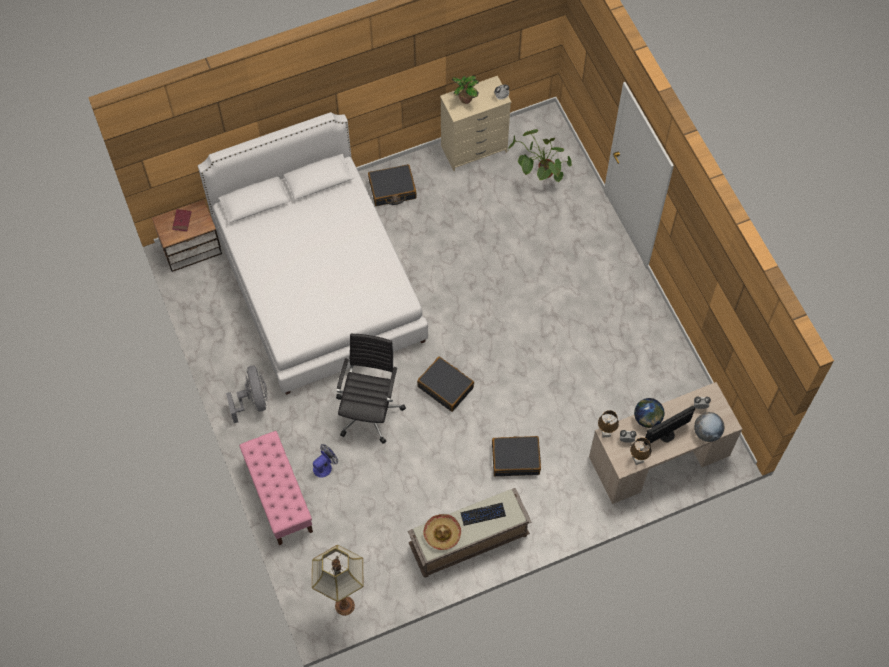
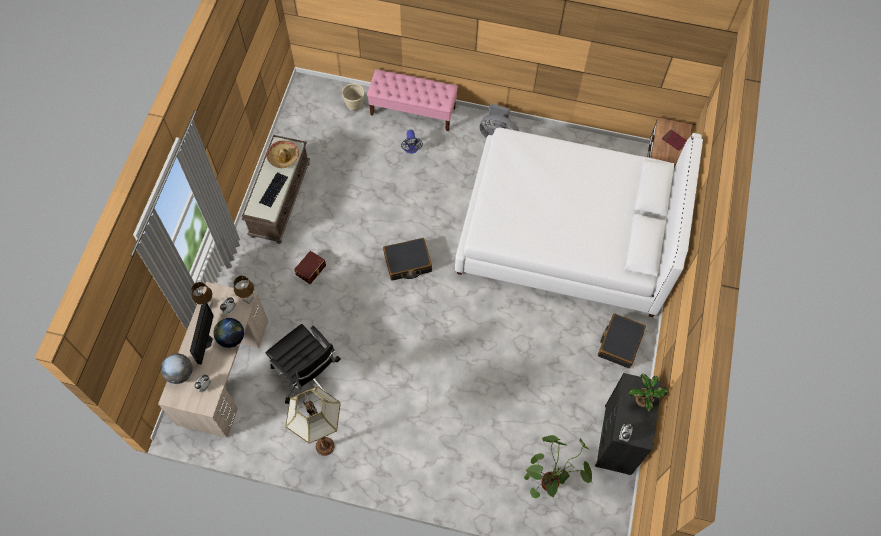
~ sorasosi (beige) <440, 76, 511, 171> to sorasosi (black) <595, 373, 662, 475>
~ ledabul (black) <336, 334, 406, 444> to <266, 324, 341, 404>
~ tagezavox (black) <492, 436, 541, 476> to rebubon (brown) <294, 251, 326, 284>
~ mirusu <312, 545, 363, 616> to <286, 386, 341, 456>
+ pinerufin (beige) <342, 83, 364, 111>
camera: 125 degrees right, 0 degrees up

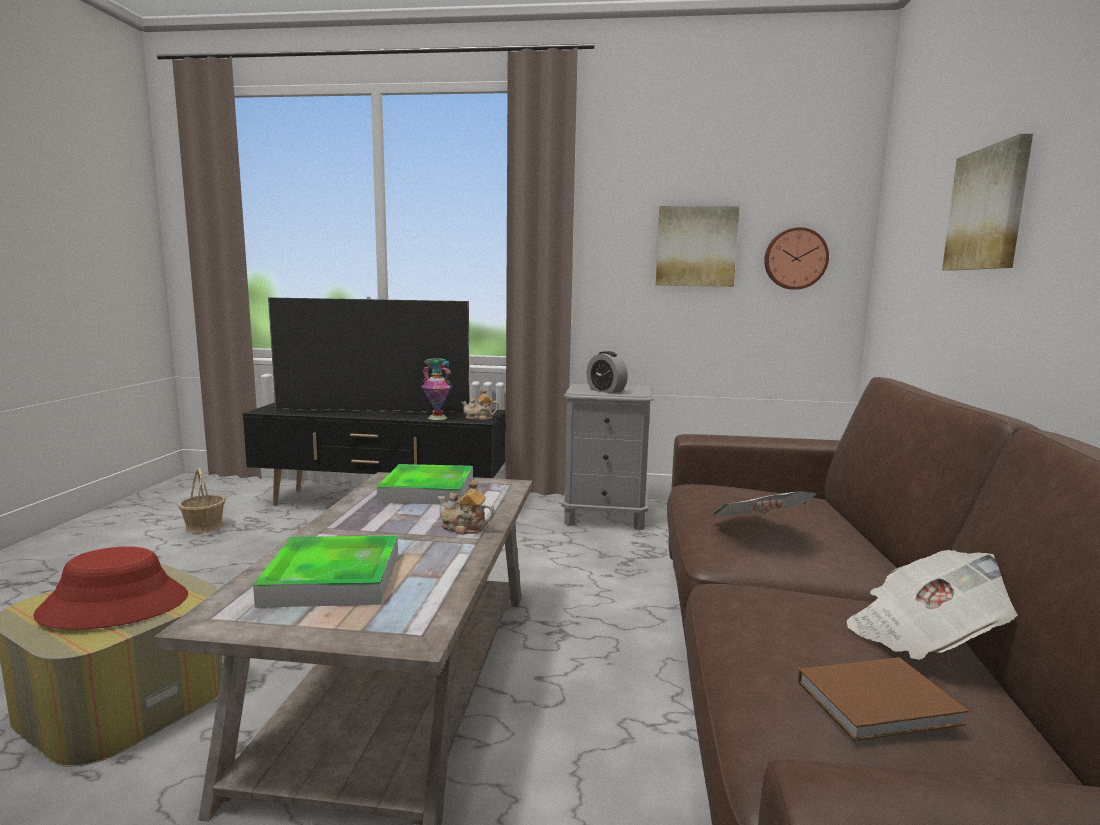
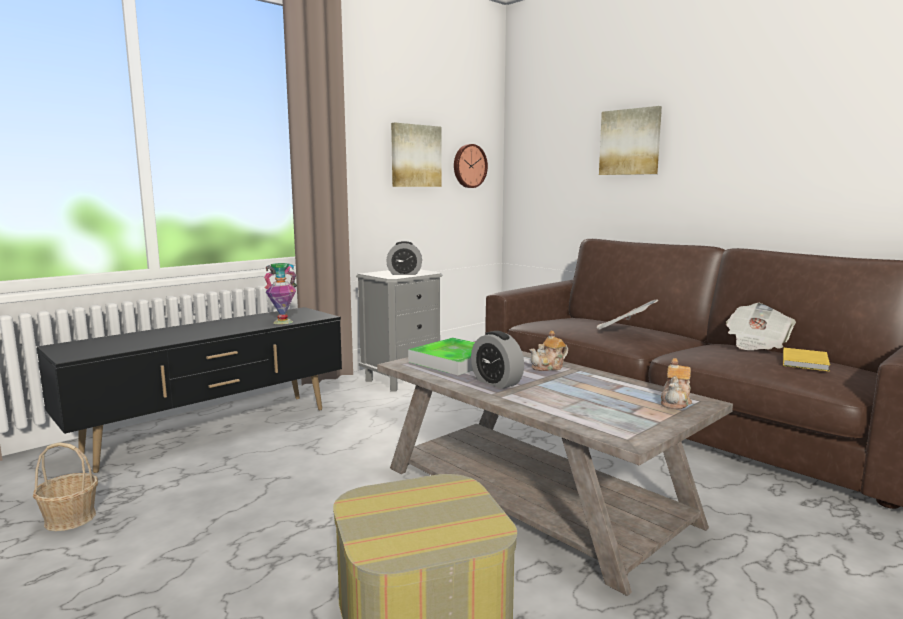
- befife <268, 297, 470, 413>
~ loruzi <461, 389, 499, 420> to <661, 358, 692, 409>
- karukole <253, 535, 398, 608>
- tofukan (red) <33, 546, 188, 630>
~ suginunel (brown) <798, 657, 969, 741> to suginunel (yellow) <783, 348, 830, 371>
+ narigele <471, 331, 524, 389>
camera: 50 degrees left, 0 degrees up

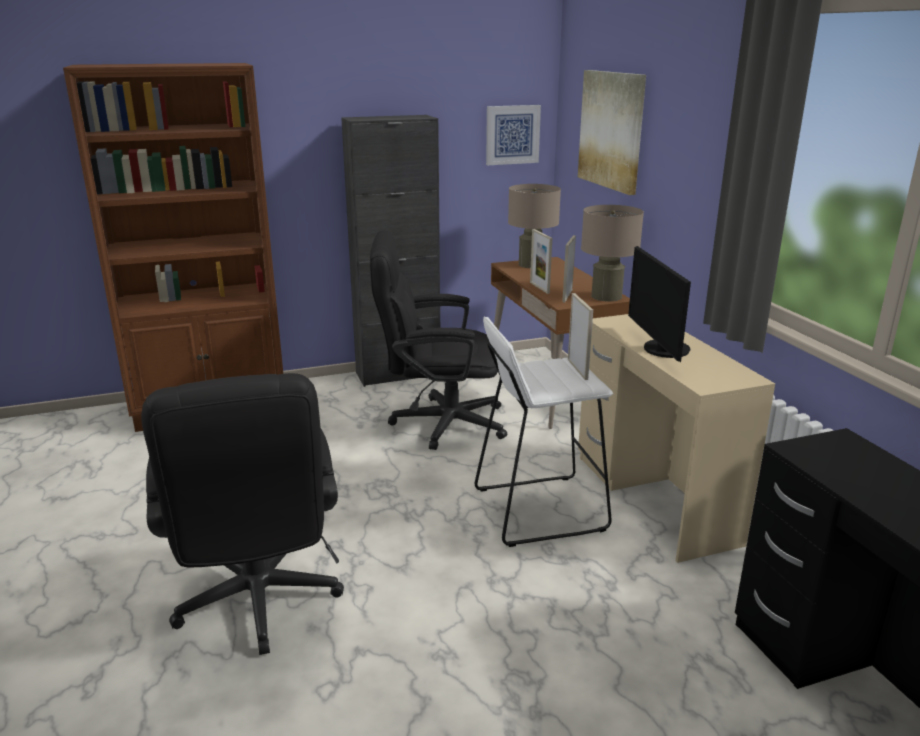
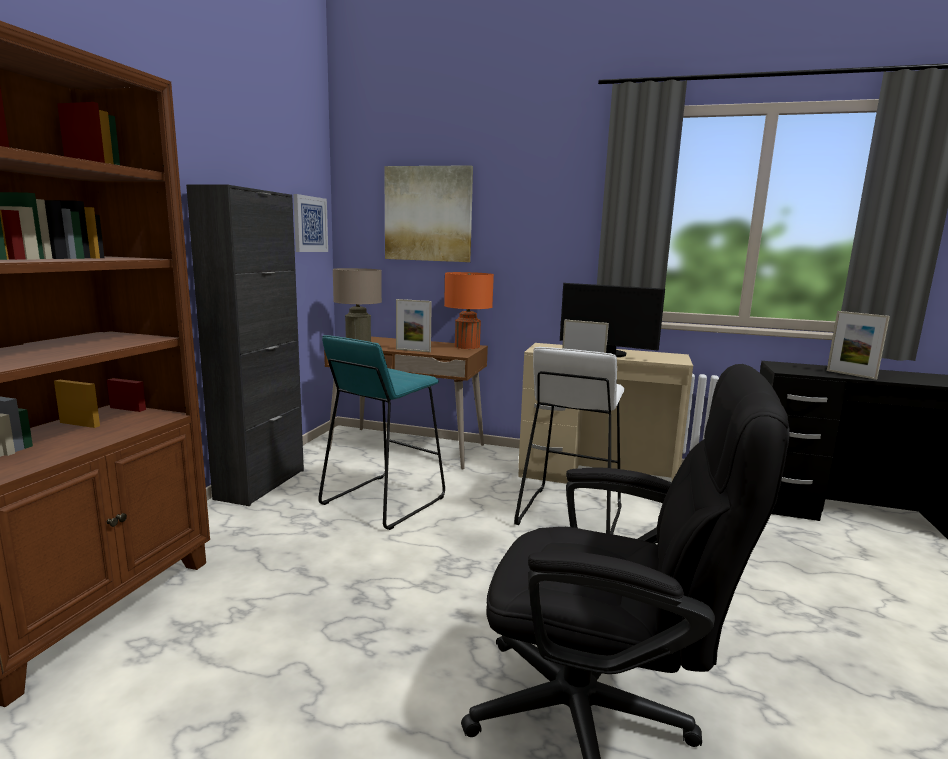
~ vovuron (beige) <581, 205, 644, 302> to vovuron (orange) <444, 272, 494, 349>
~ ledabul (black) <370, 230, 507, 450> to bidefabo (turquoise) <318, 335, 445, 530>
~ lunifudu <562, 235, 576, 303> to <827, 311, 890, 379>
camera: 55 degrees left, 10 degrees down

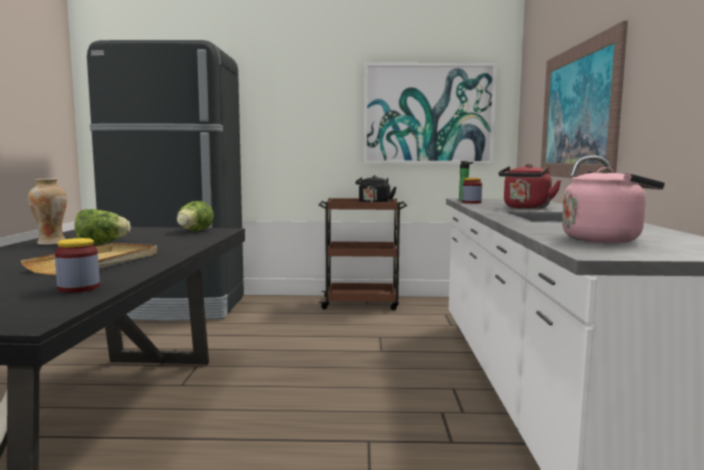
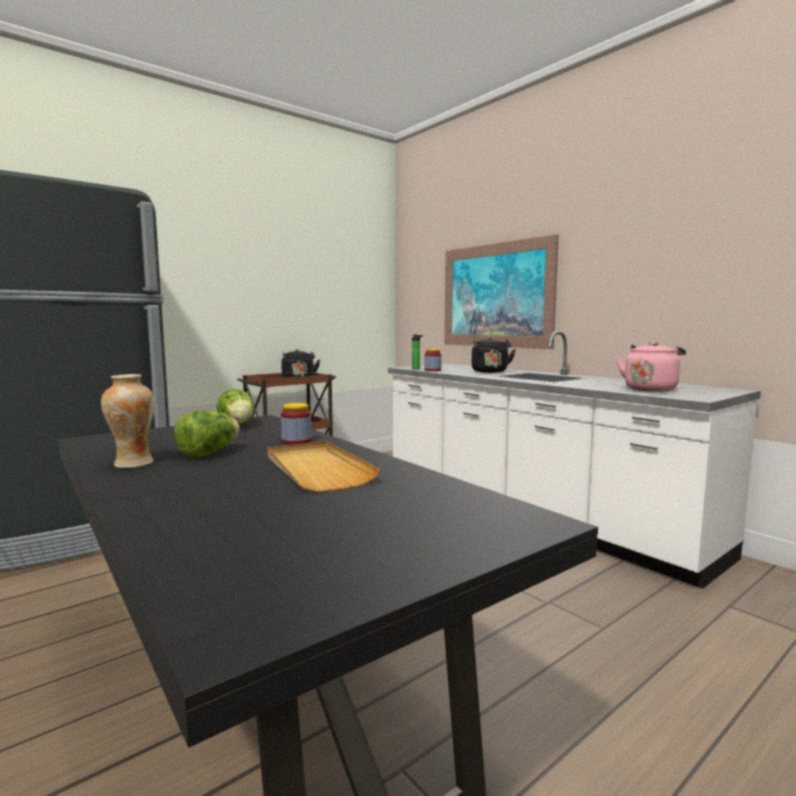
- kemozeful <364, 63, 497, 164>
~ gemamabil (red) <499, 164, 561, 209> to gemamabil (black) <472, 337, 516, 373>
~ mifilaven <55, 238, 100, 293> to <281, 403, 311, 445>
camera: 40 degrees left, 0 degrees up

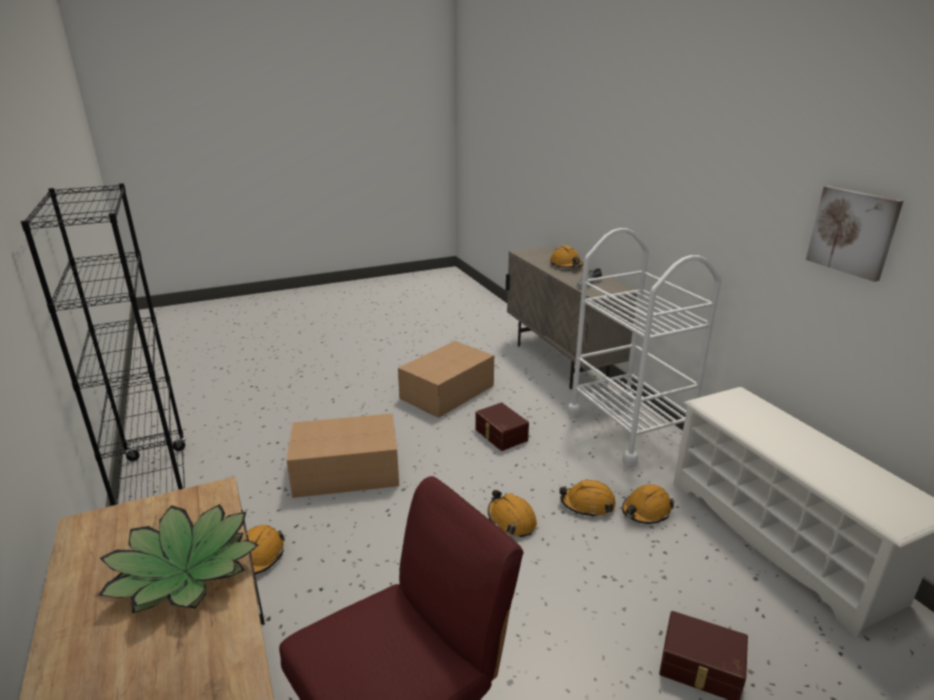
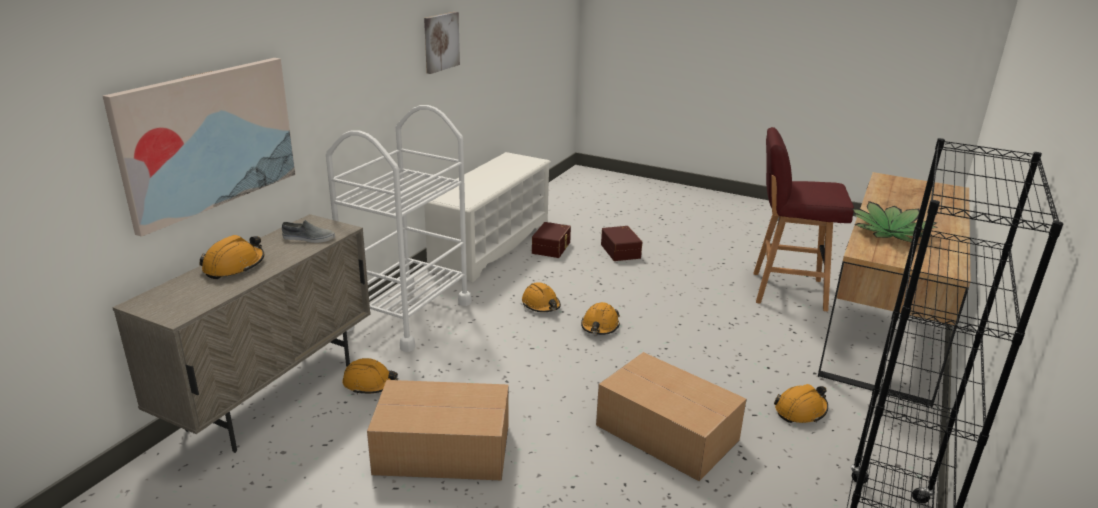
~ rebubon (brown) <475, 402, 529, 451> to <532, 222, 571, 258>
~ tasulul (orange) <622, 484, 674, 524> to <343, 358, 398, 394>
+ kemozeful <103, 58, 296, 237>
camera: 130 degrees left, 0 degrees up

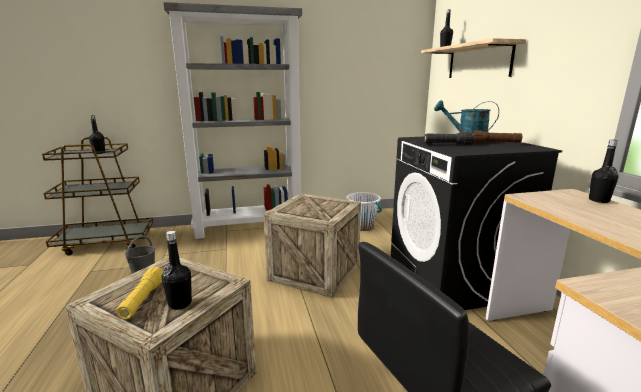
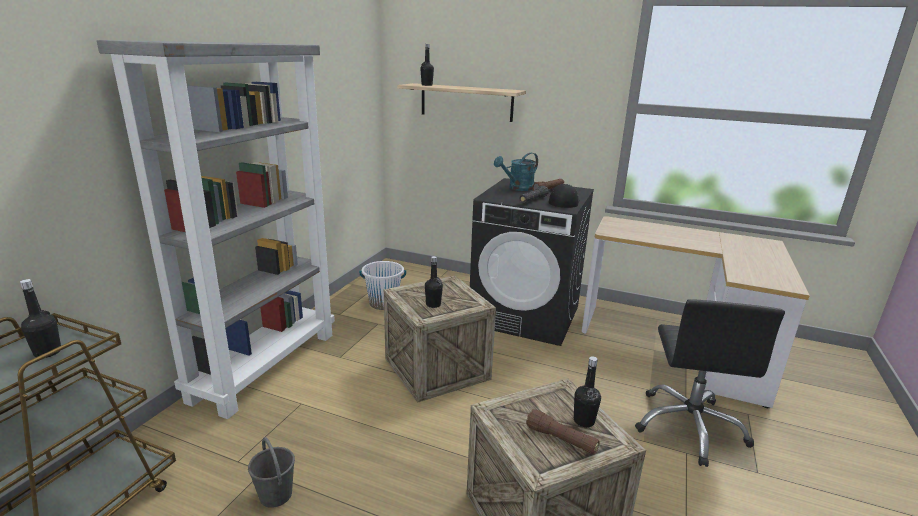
~ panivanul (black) <589, 139, 618, 203> to <425, 256, 443, 308>
~ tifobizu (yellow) <116, 267, 163, 319> to tifobizu (brown) <526, 409, 600, 454>
+ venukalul <549, 184, 580, 208>
camera: 55 degrees left, 5 degrees up

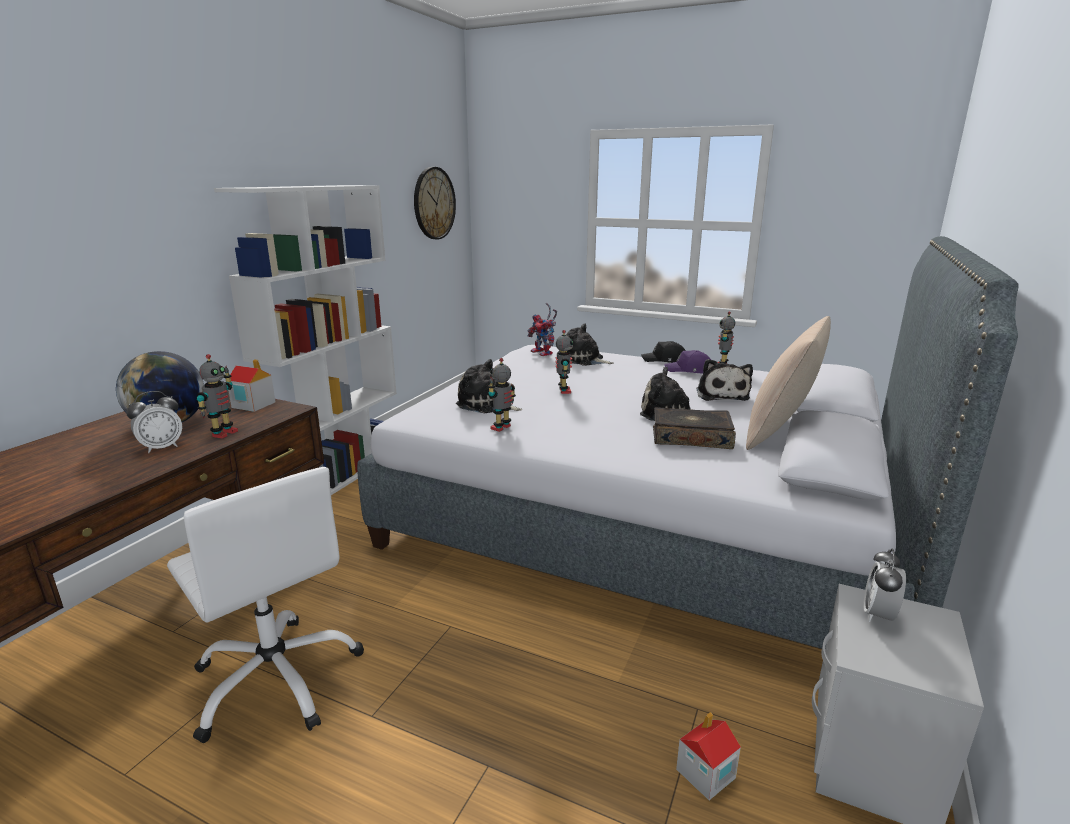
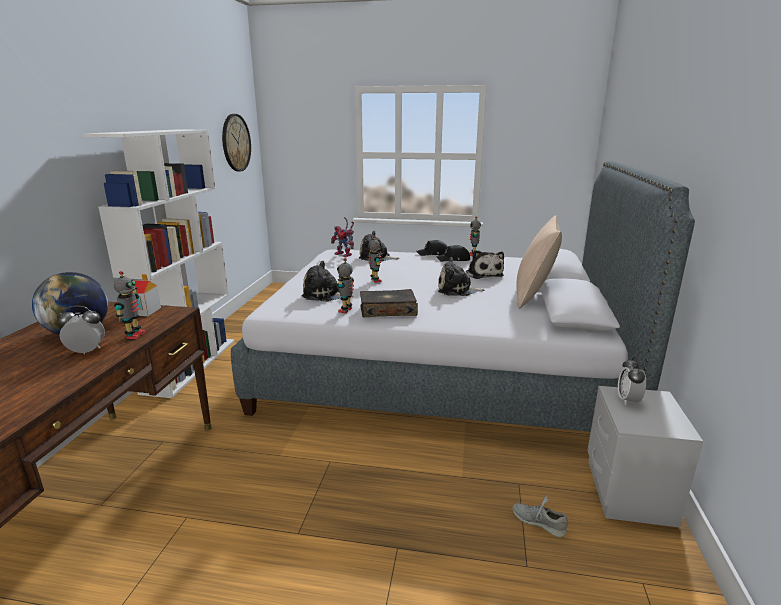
~ venukalul (purple) <664, 350, 711, 373> to venukalul (black) <436, 245, 470, 262>
~ narigele <126, 391, 182, 453> = <58, 306, 105, 354> 135 degrees counterclockwise
~ suginunel <653, 407, 736, 449> to <360, 289, 418, 317>
- ledabul (white) <167, 467, 364, 743>
~ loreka <676, 712, 741, 800> to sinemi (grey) <512, 494, 568, 538>
camera: 15 degrees left, 0 degrees up

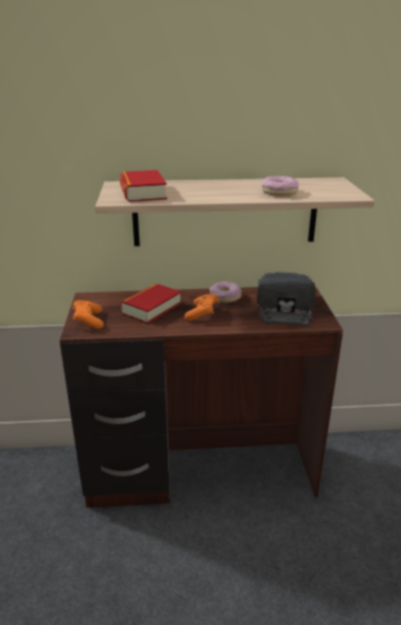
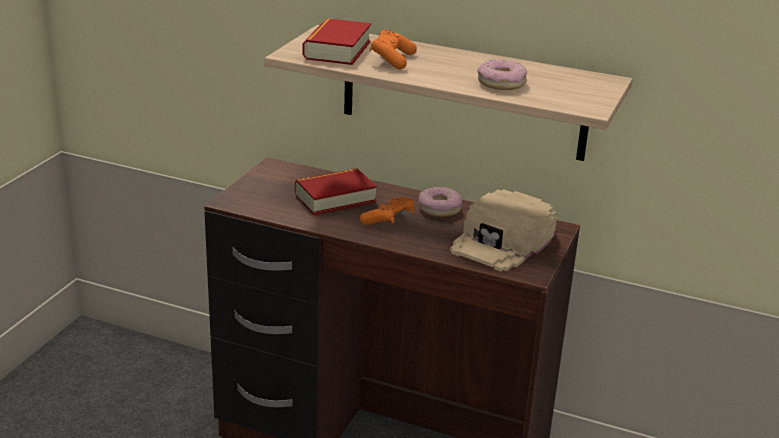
~ venukalul (black) <257, 272, 316, 327> to venukalul (beige) <450, 189, 557, 272>
~ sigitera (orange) <73, 300, 104, 329> to <370, 30, 417, 69>
camera: 25 degrees right, 0 degrees up

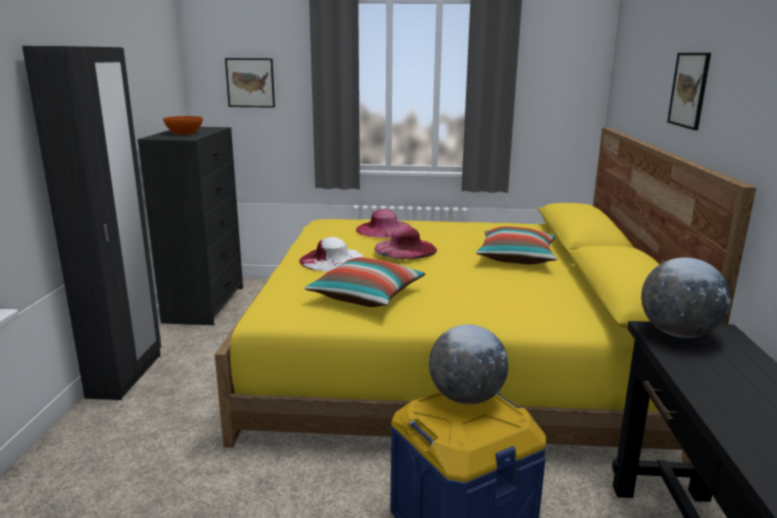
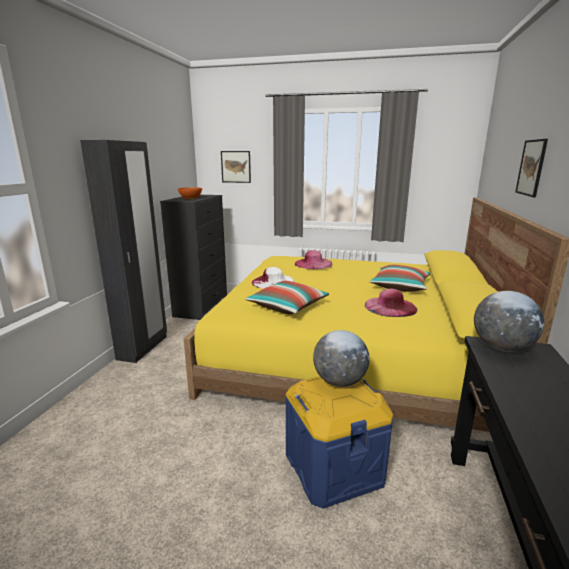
~ tofukan (pink) <375, 227, 437, 259> to <365, 288, 418, 317>
camera: 10 degrees right, 0 degrees up

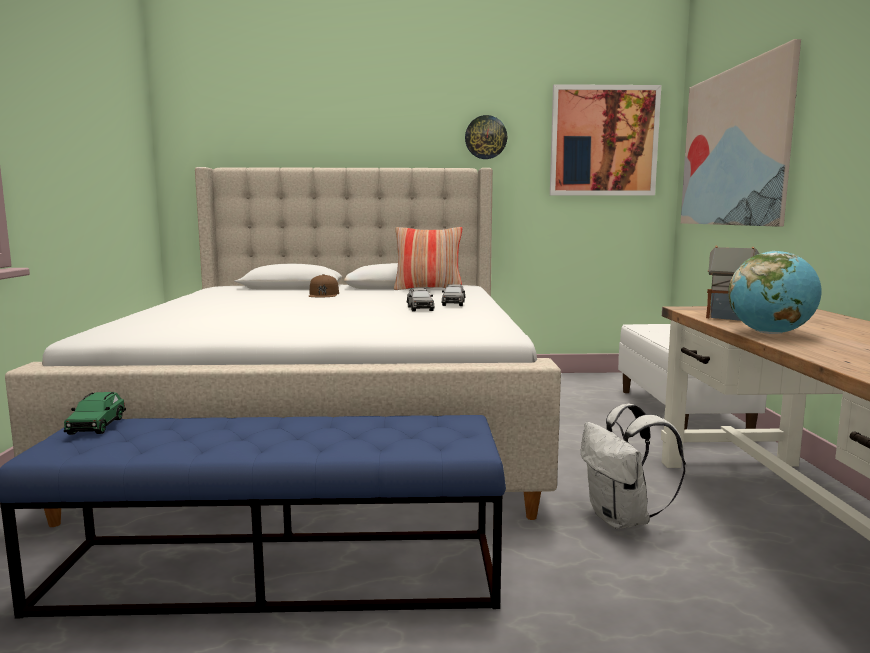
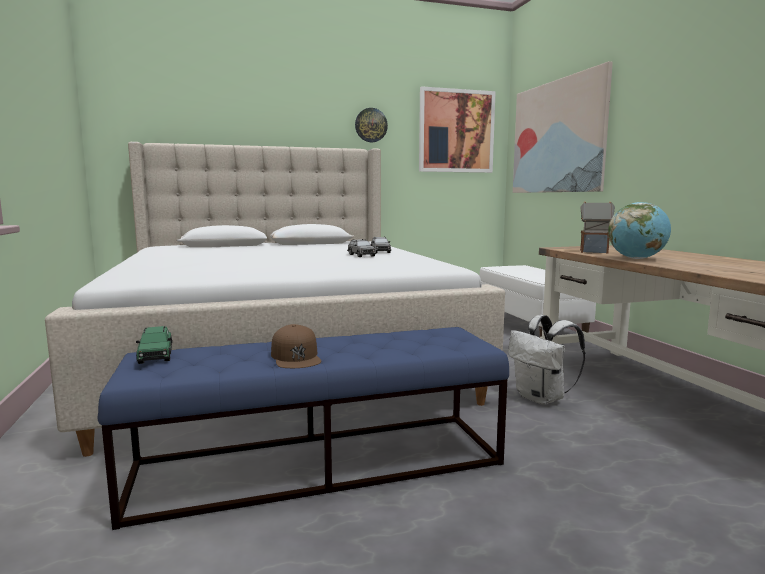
- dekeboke <394, 227, 462, 290>
~ venukalul (brown) <309, 274, 339, 297> to <271, 324, 321, 368>
camera: 15 degrees left, 0 degrees up

